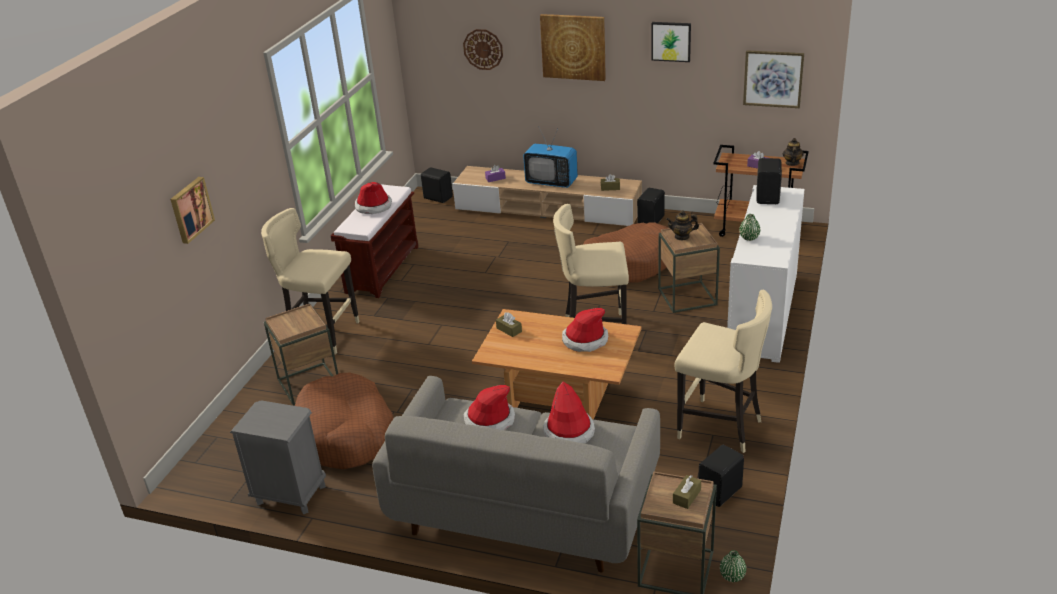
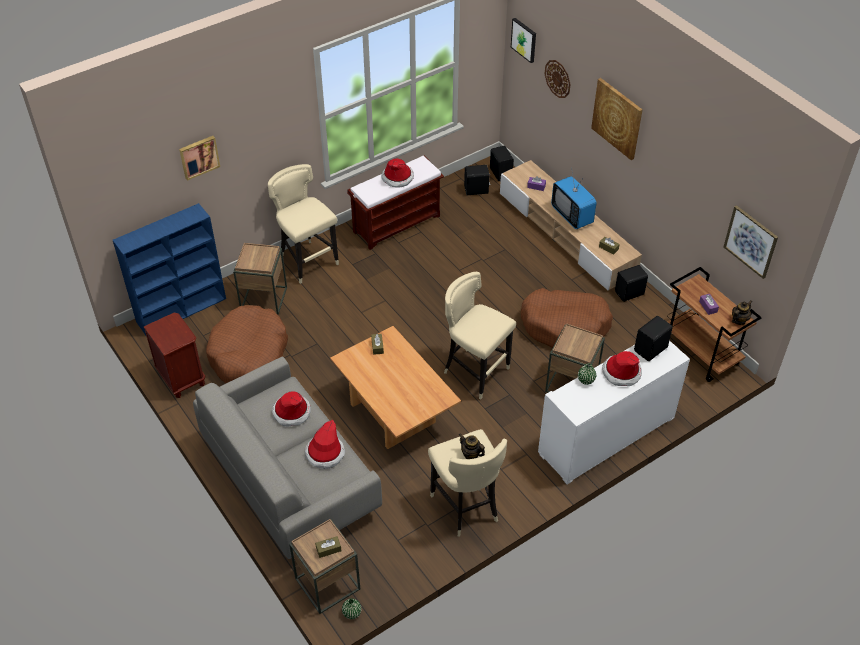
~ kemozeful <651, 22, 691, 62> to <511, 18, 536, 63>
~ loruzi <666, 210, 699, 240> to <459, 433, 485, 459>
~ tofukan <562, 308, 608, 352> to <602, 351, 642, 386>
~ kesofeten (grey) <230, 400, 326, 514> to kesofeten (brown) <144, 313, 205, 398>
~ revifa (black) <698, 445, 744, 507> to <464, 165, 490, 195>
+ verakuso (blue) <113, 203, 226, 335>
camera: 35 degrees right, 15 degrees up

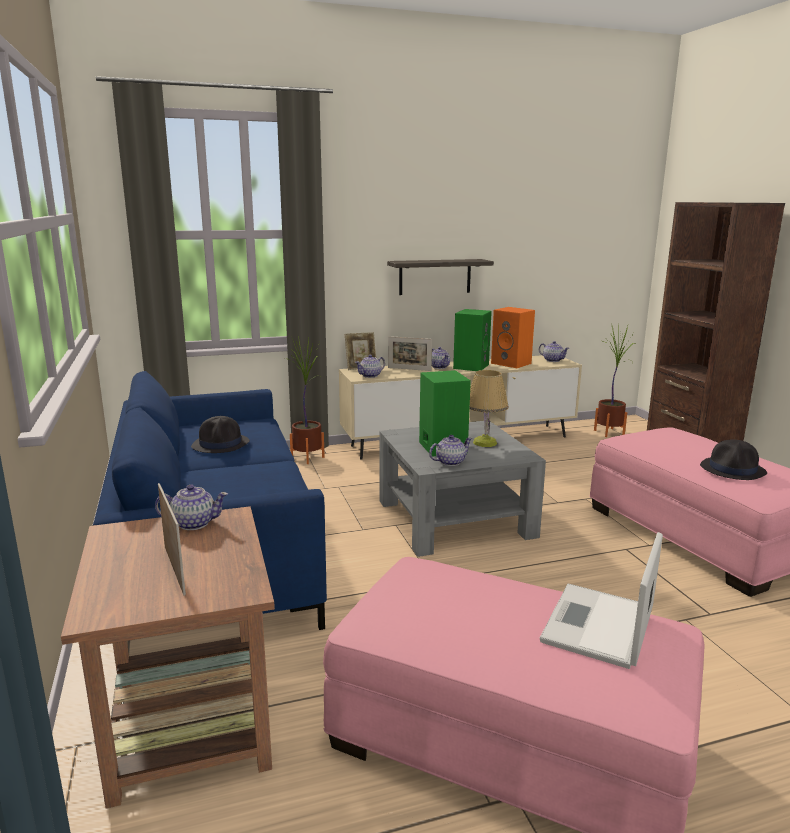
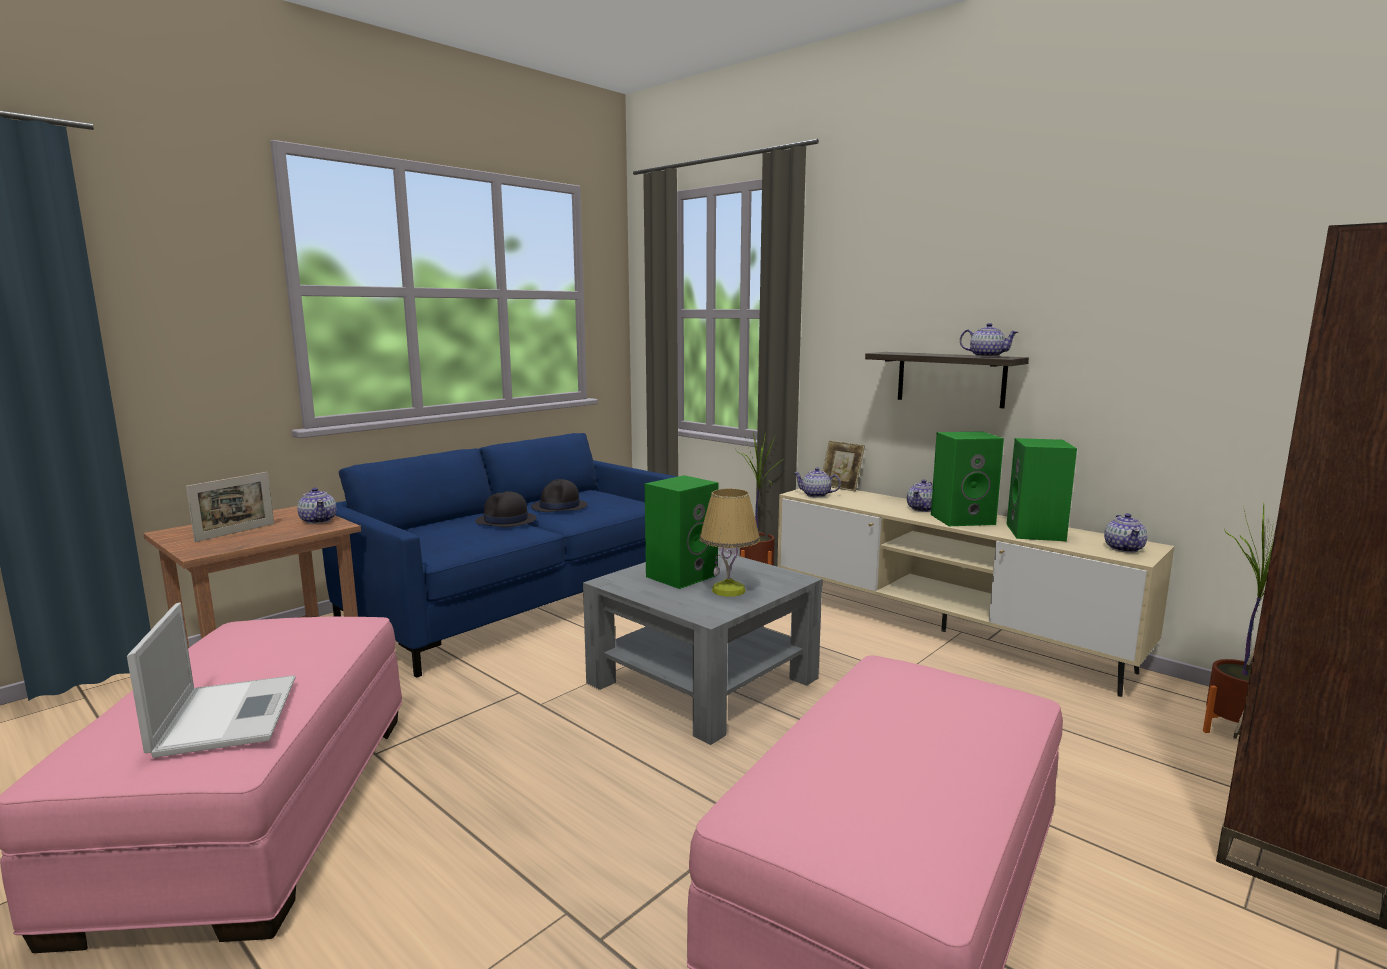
~ revifa (orange) <491, 307, 535, 368> to revifa (green) <1007, 438, 1077, 541>
- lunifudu <388, 336, 432, 371>
~ loruzi <429, 435, 472, 466> to <960, 323, 1018, 357>
~ tofukan (black) <700, 439, 767, 480> to <475, 491, 537, 527>
~ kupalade <540, 532, 663, 669> = <127, 602, 295, 758> 75 degrees clockwise
camera: 60 degrees right, 5 degrees down

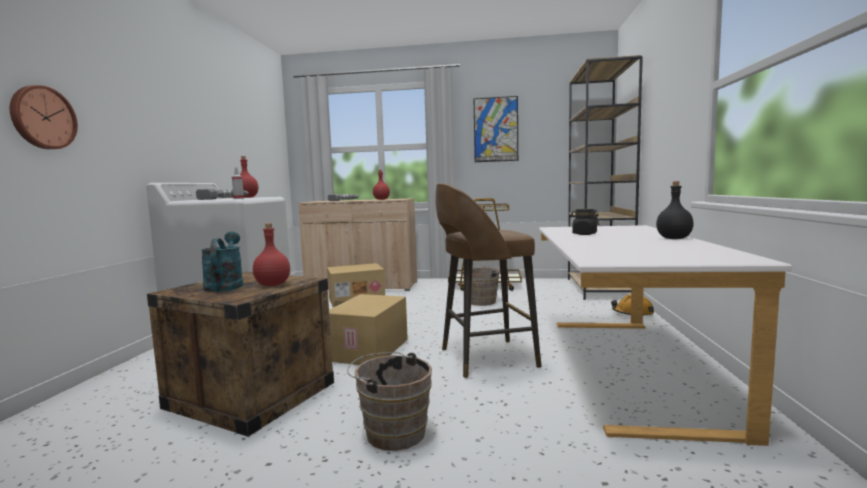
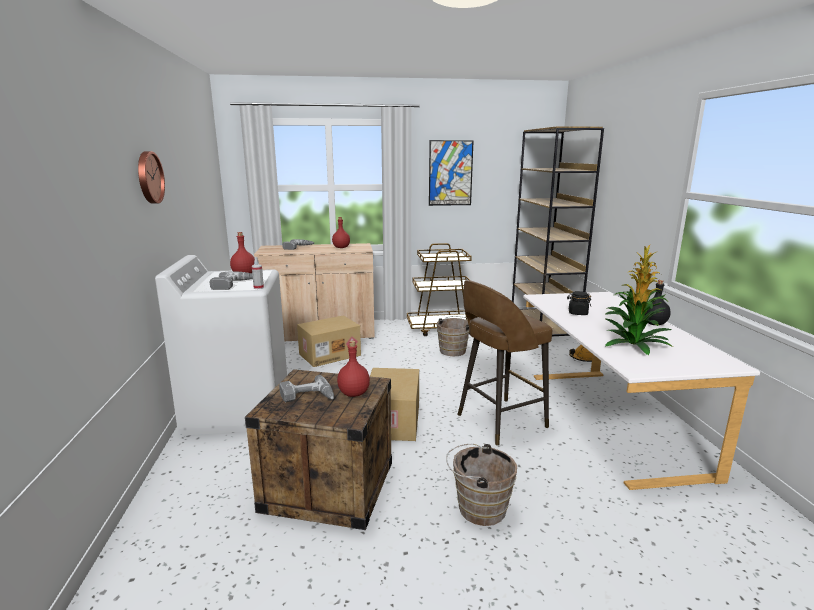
~ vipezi <10, 85, 78, 149> to <138, 151, 165, 204>
~ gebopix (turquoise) <201, 232, 243, 292> to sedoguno <279, 375, 334, 402>
+ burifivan <605, 245, 673, 355>
camera: 15 degrees left, 10 degrees up

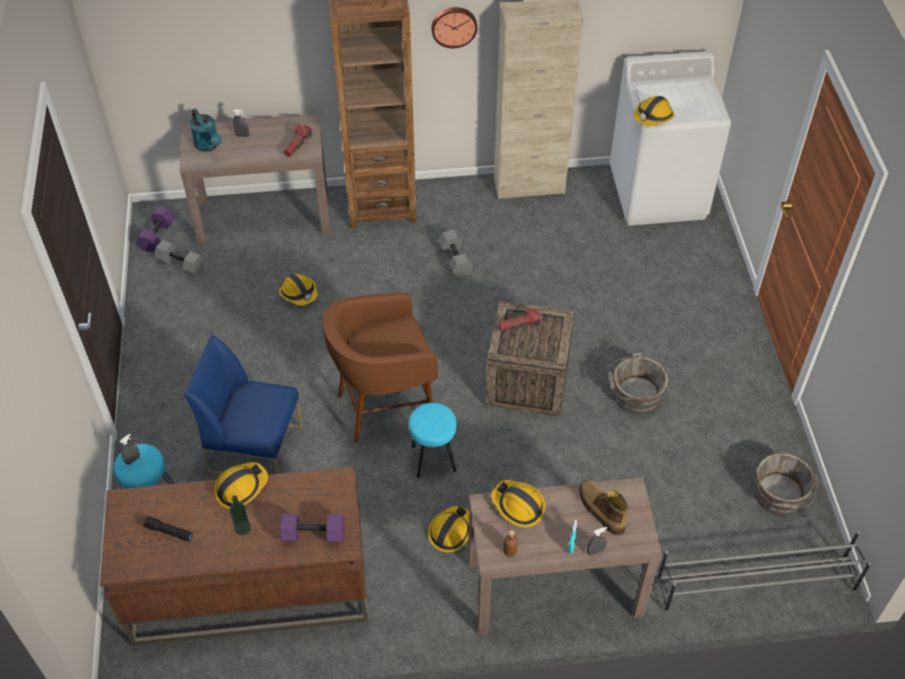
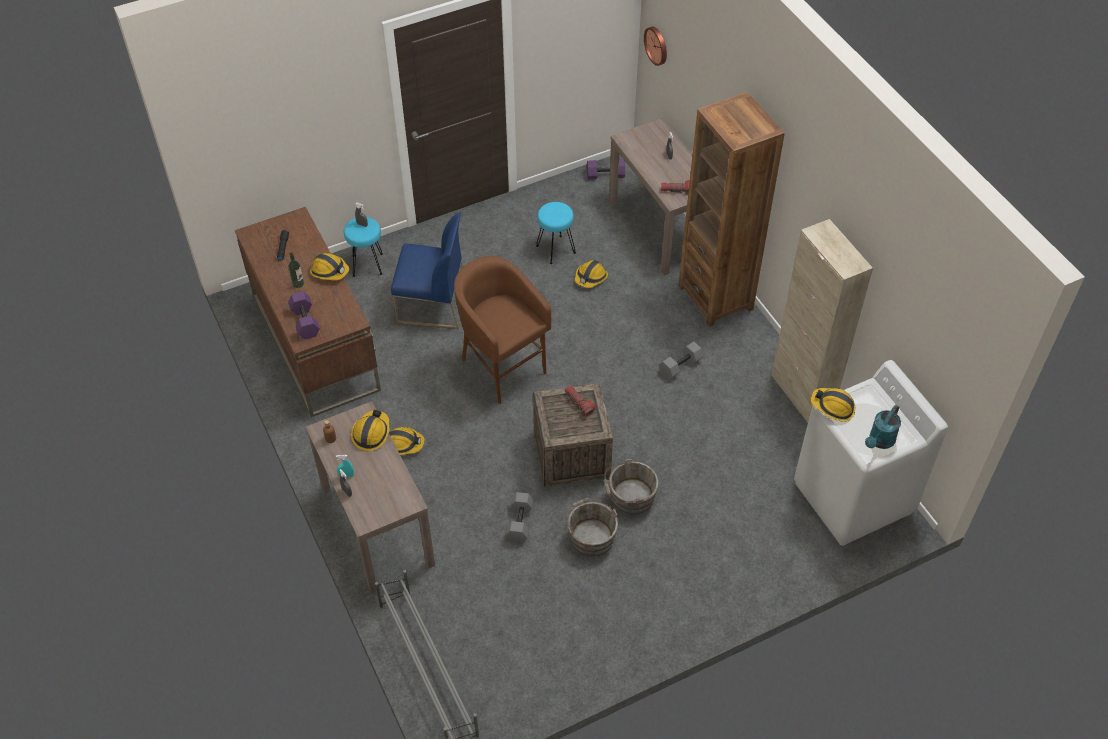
~ vipezi <431, 7, 477, 48> to <644, 27, 667, 66>
~ gebopix (turquoise) <190, 108, 222, 152> to <865, 405, 901, 449>
~ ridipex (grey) <155, 240, 204, 276> to <505, 492, 534, 543>
~ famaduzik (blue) <184, 334, 303, 476> = <391, 213, 463, 329> 105 degrees clockwise
~ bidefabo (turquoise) <408, 403, 457, 477> to <536, 202, 576, 264>
~ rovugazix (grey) <754, 453, 817, 516> to <603, 459, 659, 515>
- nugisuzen <579, 480, 629, 535>
camera: 70 degrees right, 0 degrees up

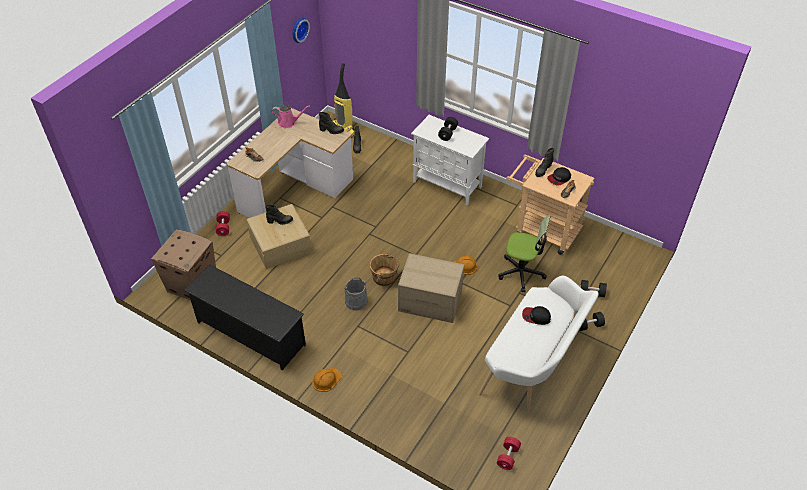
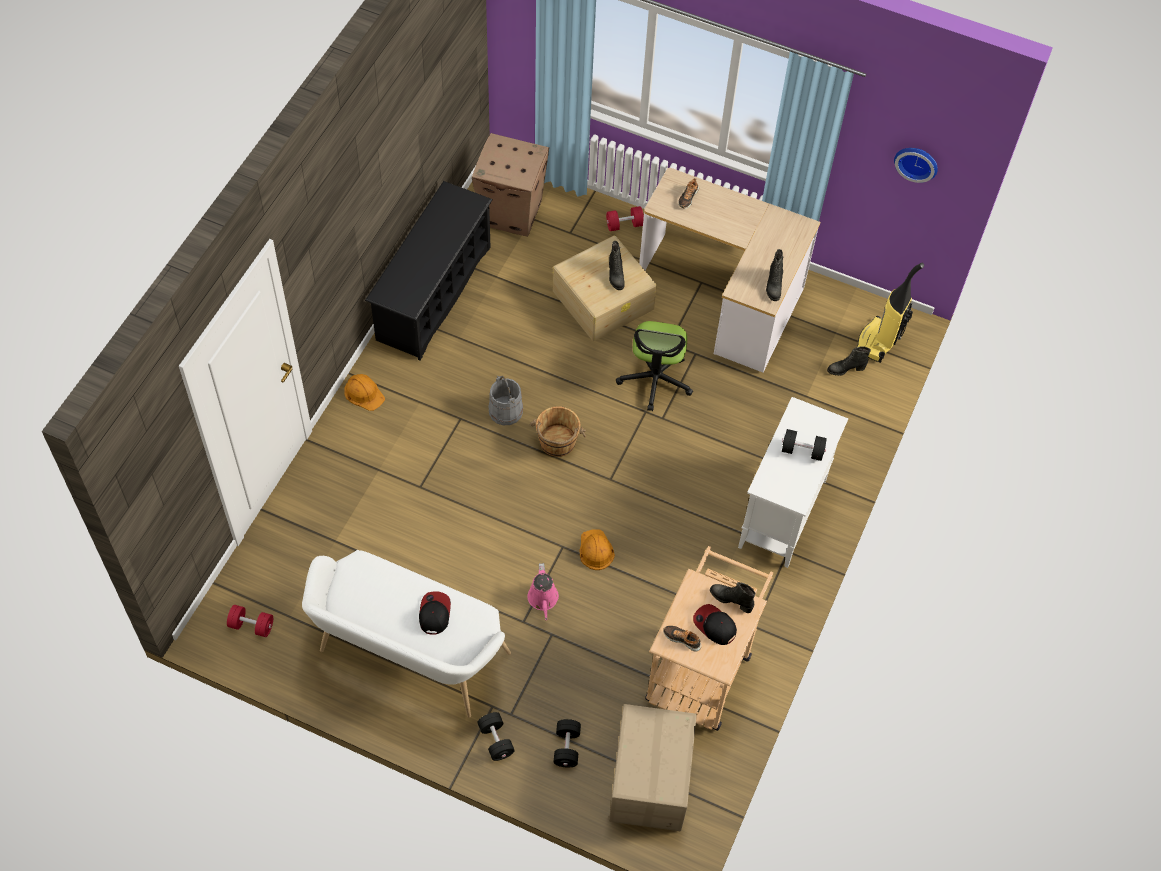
~ gebopix (pink) <272, 105, 310, 128> to <528, 563, 559, 620>
~ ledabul <498, 215, 551, 292> to <616, 321, 693, 411>
~ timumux <398, 253, 464, 323> to <609, 704, 697, 831>
camera: 80 degrees right, 10 degrees up

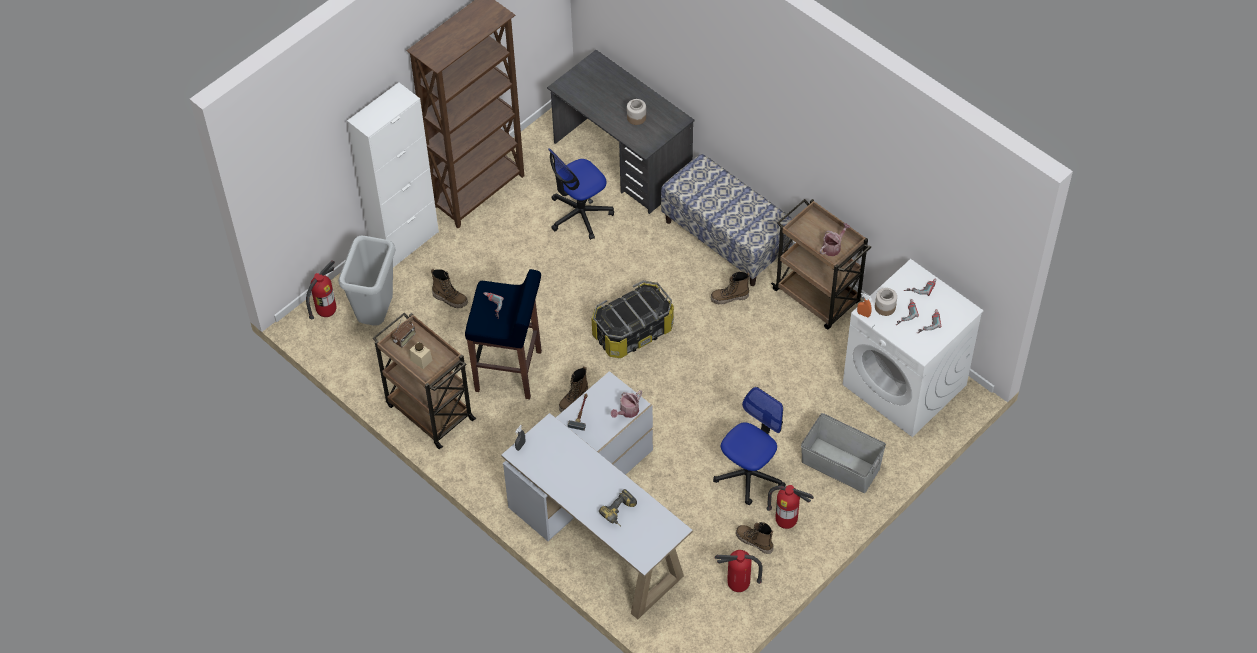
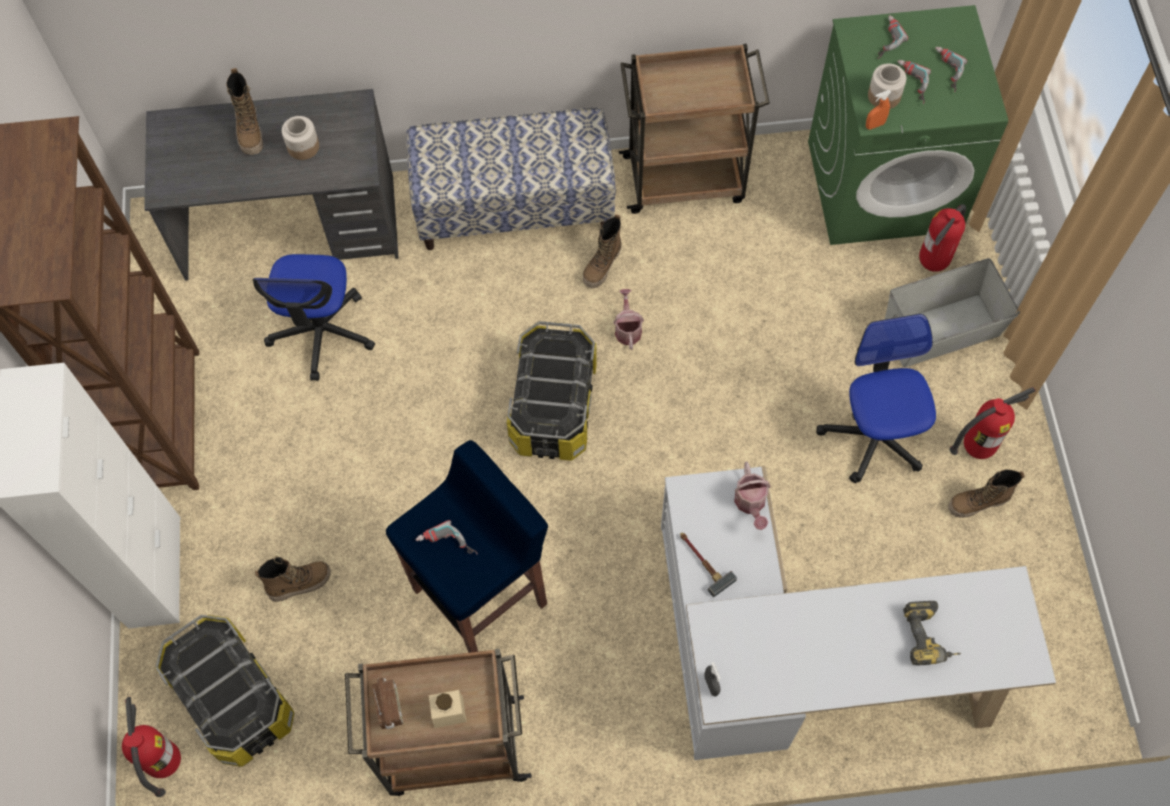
~ gebopix <820, 223, 850, 256> to <613, 289, 644, 350>
~ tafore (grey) <338, 235, 396, 326> to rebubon <155, 615, 294, 767>
~ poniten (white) <842, 259, 984, 437> to poniten (green) <808, 5, 1008, 245>
~ nugisuzen <559, 366, 588, 412> to <226, 68, 263, 155>
~ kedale <714, 550, 763, 592> to <919, 204, 966, 272>
camera: 50 degrees left, 10 degrees up

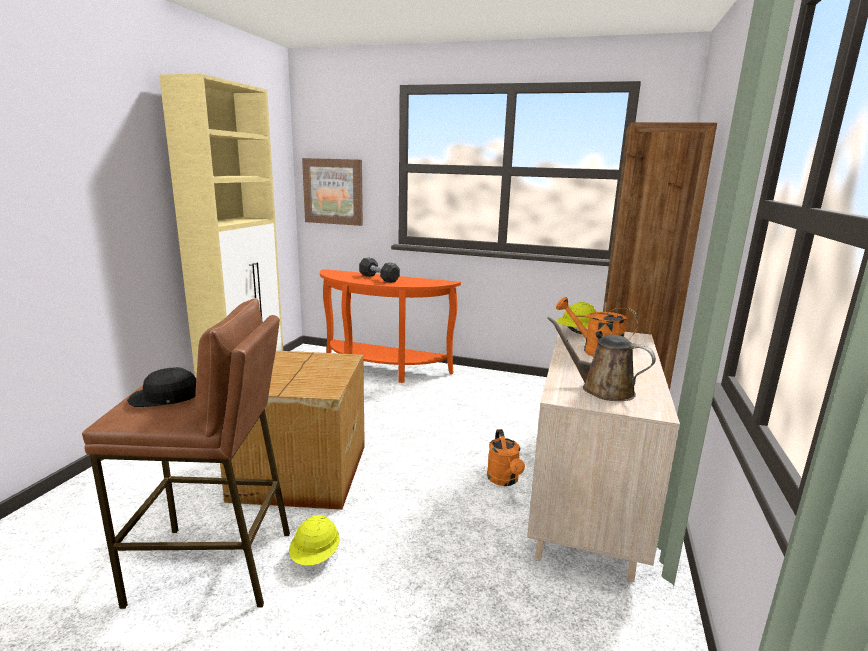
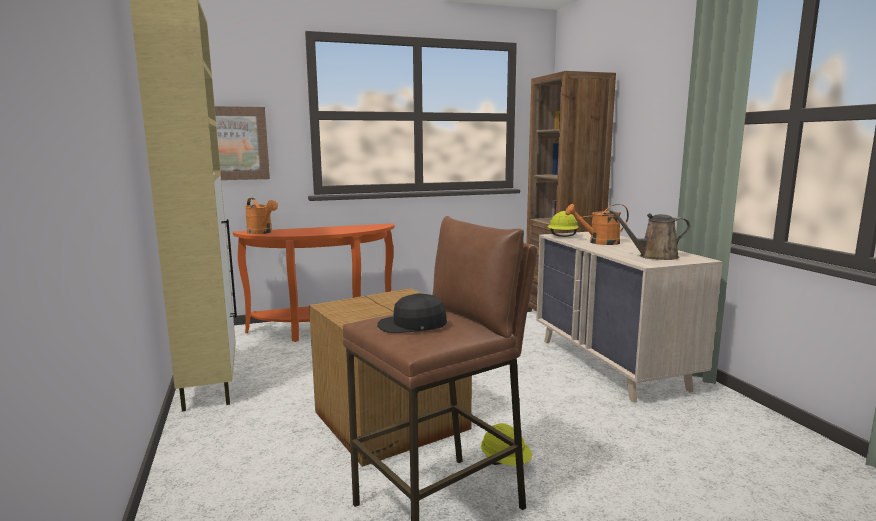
- ridipex (black) <359, 258, 400, 283>
~ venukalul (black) <127, 367, 196, 407> = <377, 293, 447, 333> 45 degrees clockwise
~ gebopix (orange) <487, 429, 525, 486> to <245, 198, 278, 234>
camera: 35 degrees left, 5 degrees down

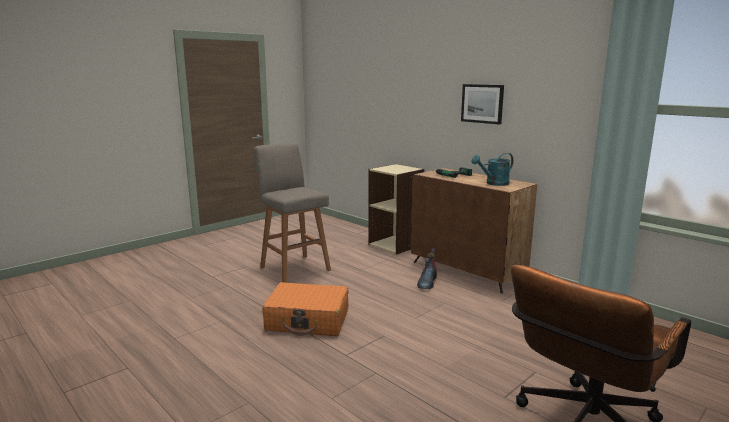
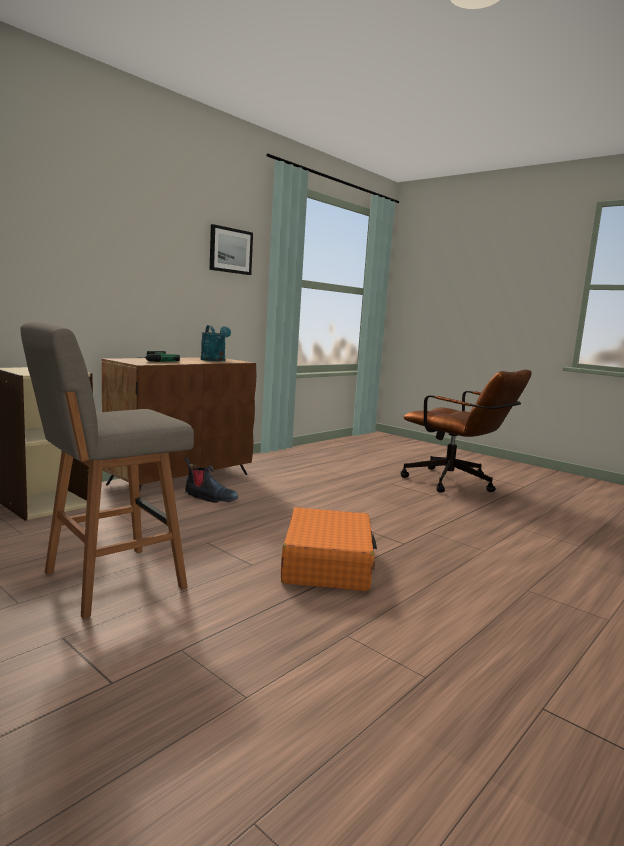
~ kemozeful <461, 84, 504, 125> to <209, 224, 253, 275>
camera: 95 degrees left, 5 degrees down

